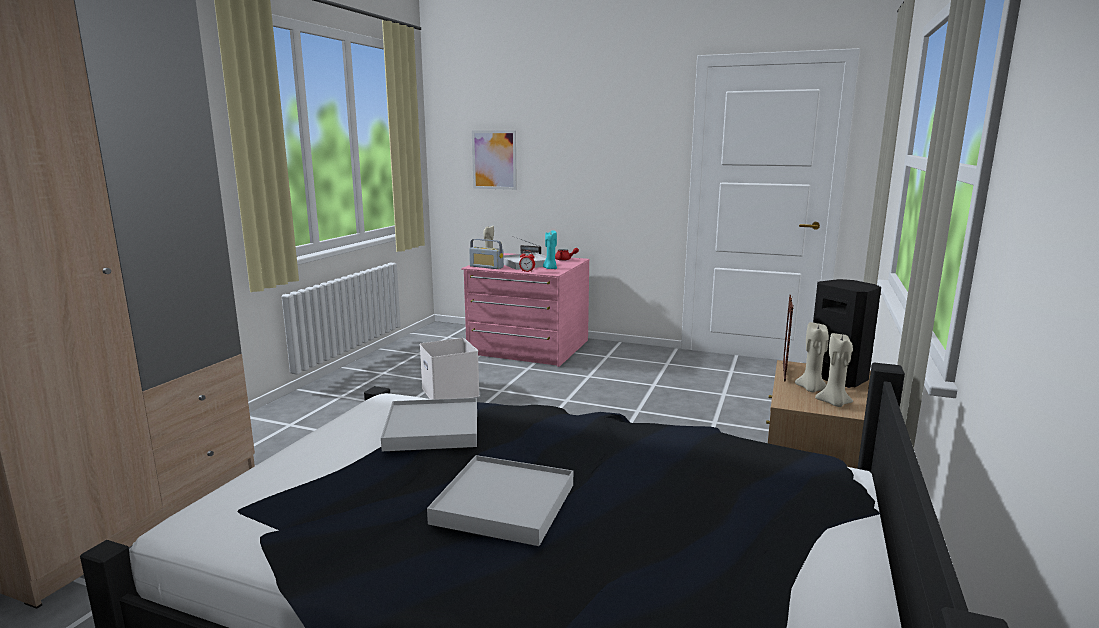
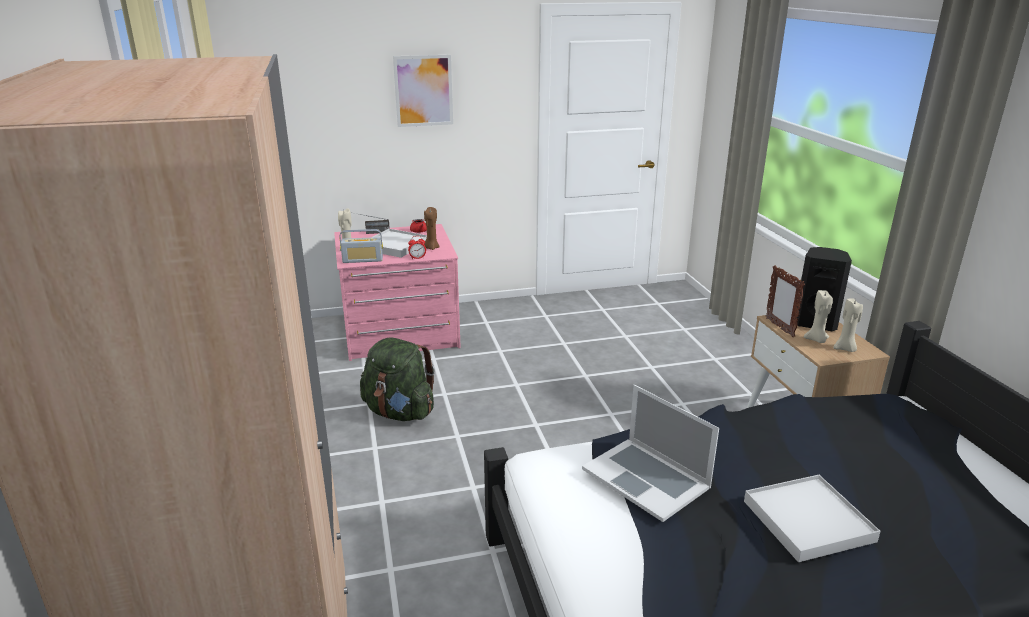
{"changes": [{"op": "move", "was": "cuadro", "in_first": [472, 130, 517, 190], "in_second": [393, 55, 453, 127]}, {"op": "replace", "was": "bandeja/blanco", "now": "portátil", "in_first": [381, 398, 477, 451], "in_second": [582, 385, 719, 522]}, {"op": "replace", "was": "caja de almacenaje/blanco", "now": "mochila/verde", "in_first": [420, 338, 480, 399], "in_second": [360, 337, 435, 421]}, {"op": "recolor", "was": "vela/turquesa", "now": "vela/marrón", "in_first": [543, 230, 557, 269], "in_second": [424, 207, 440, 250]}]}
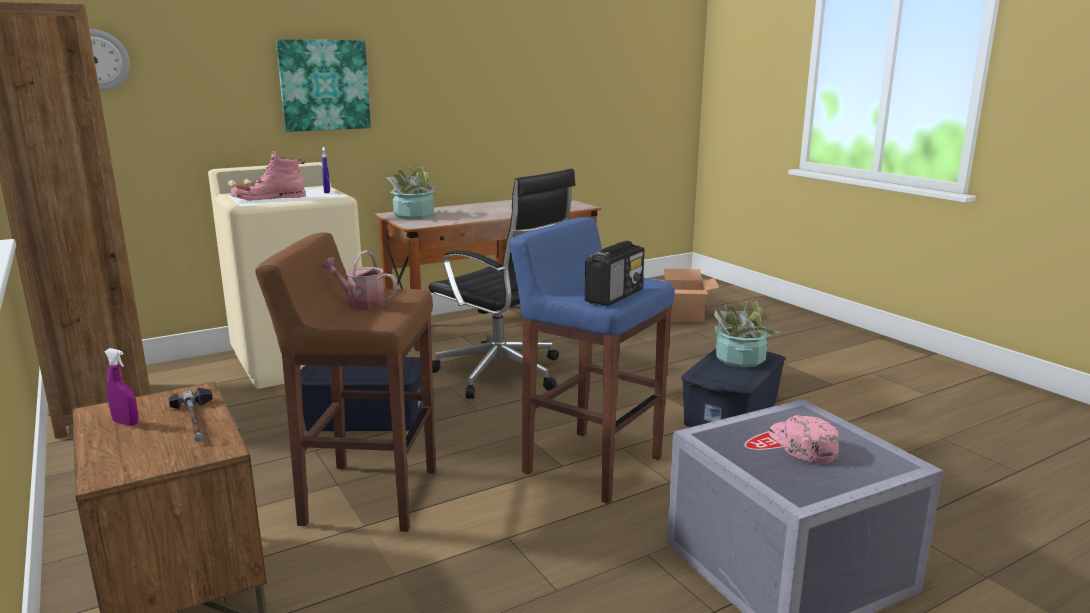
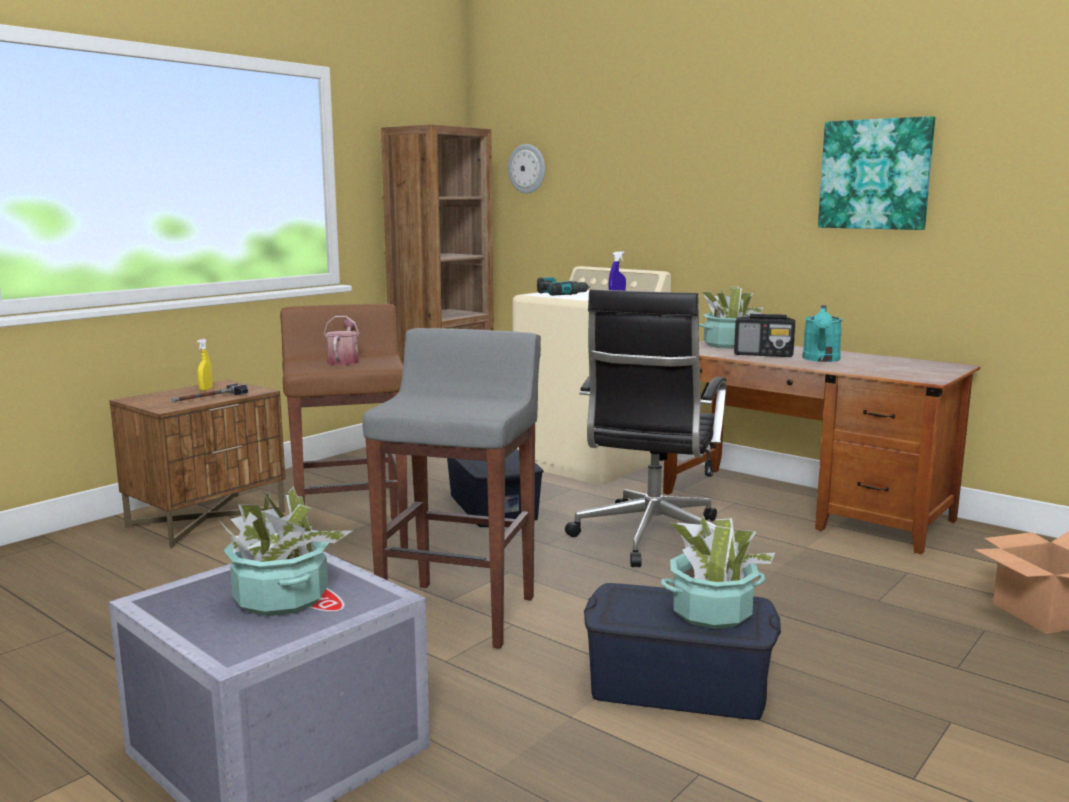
{"changes": [{"op": "insert", "now": "regadera/turquesa", "in_second": [802, 305, 842, 362]}, {"op": "move", "was": "cuadro", "in_first": [276, 39, 371, 132], "in_second": [818, 116, 935, 230]}, {"op": "move", "was": "radio", "in_first": [585, 241, 644, 306], "in_second": [734, 314, 795, 357]}, {"op": "replace", "was": "bota/rosa", "now": "taladro", "in_first": [230, 151, 306, 201], "in_second": [537, 277, 591, 296]}, {"op": "replace", "was": "gorra/rosa", "now": "planta en maceta", "in_first": [768, 415, 839, 463], "in_second": [220, 487, 354, 616]}, {"op": "recolor", "was": "pulverizador/morado", "now": "pulverizador/amarillo", "in_first": [105, 348, 138, 426], "in_second": [197, 339, 213, 391]}, {"op": "recolor", "was": "taburete/azul", "now": "taburete/gris", "in_first": [509, 217, 675, 504], "in_second": [362, 328, 541, 649]}]}
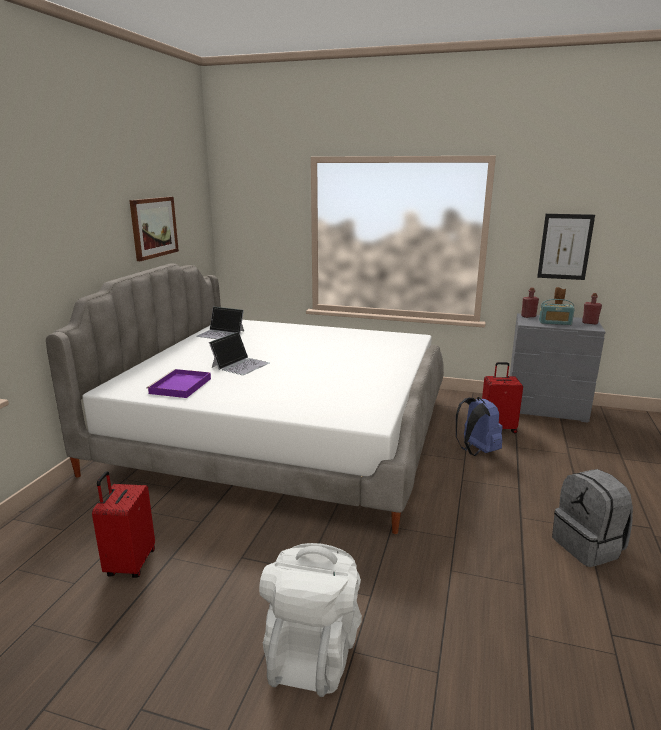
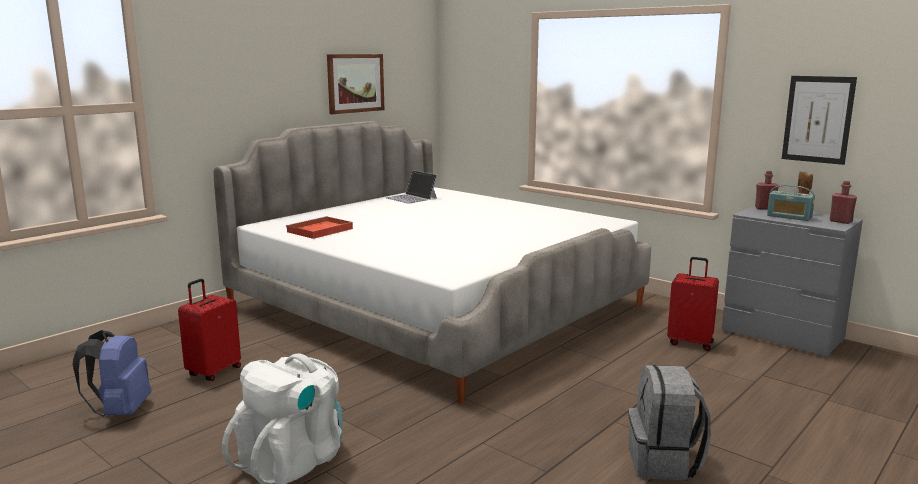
{"changes": [{"op": "delete", "was": "portátil", "in_first": [209, 332, 269, 375]}, {"op": "move", "was": "mochila/azul", "in_first": [456, 397, 503, 456], "in_second": [73, 330, 152, 417]}, {"op": "recolor", "was": "bandeja/morado", "now": "bandeja/rojo", "in_first": [146, 369, 211, 398], "in_second": [286, 216, 353, 239]}]}
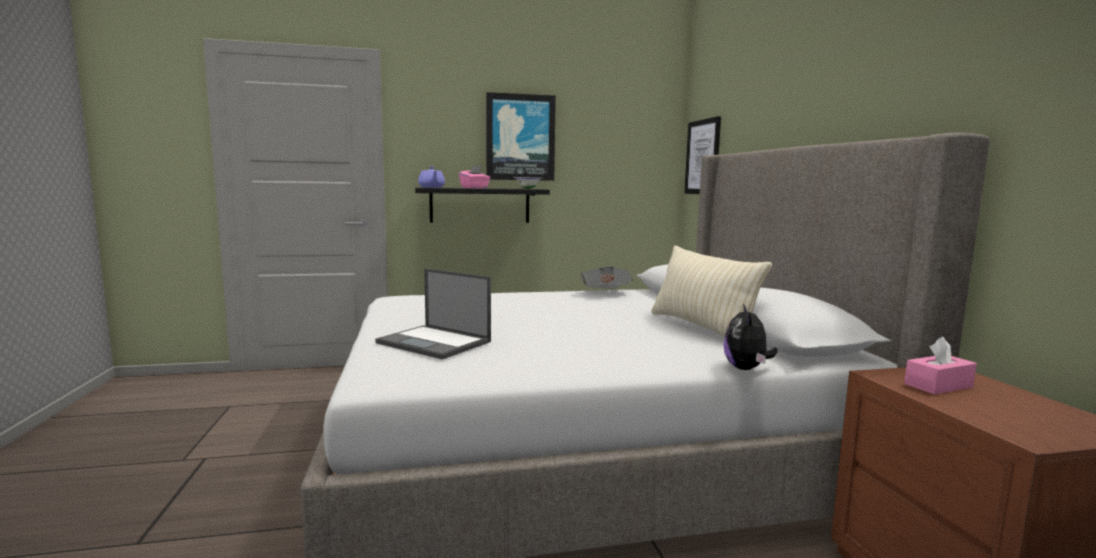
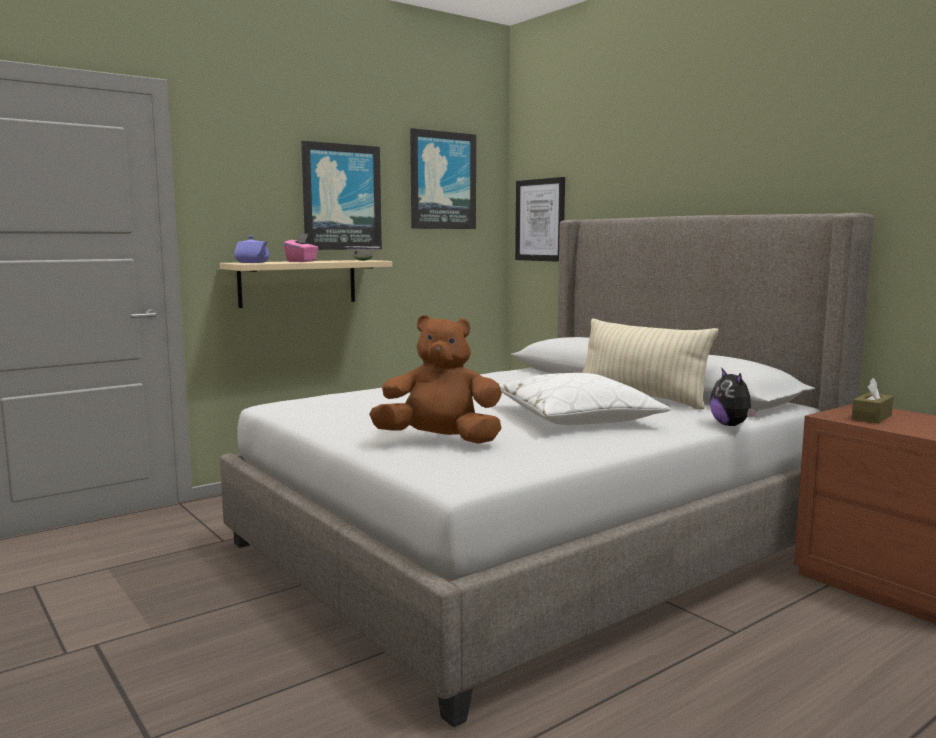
{"changes": [{"op": "delete", "was": "periódico", "in_first": [580, 267, 633, 289]}, {"op": "insert", "now": "cuadro", "in_second": [410, 128, 476, 229]}, {"op": "insert", "now": "cojín/blanco", "in_second": [499, 373, 671, 425]}, {"op": "replace", "was": "portátil", "now": "peluche/marrón", "in_first": [375, 268, 491, 360], "in_second": [369, 315, 502, 444]}, {"op": "recolor", "was": "estante/negro", "now": "estante/beis", "in_first": [415, 187, 550, 223], "in_second": [220, 260, 392, 308]}, {"op": "recolor", "was": "caja de pañuelos/rosa", "now": "caja de pañuelos/marrón", "in_first": [904, 337, 977, 395], "in_second": [851, 378, 894, 423]}]}
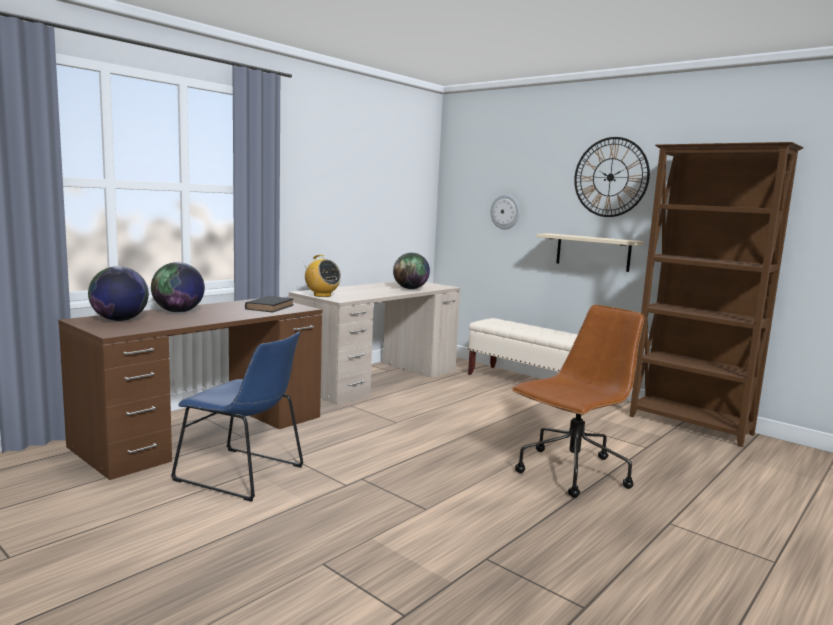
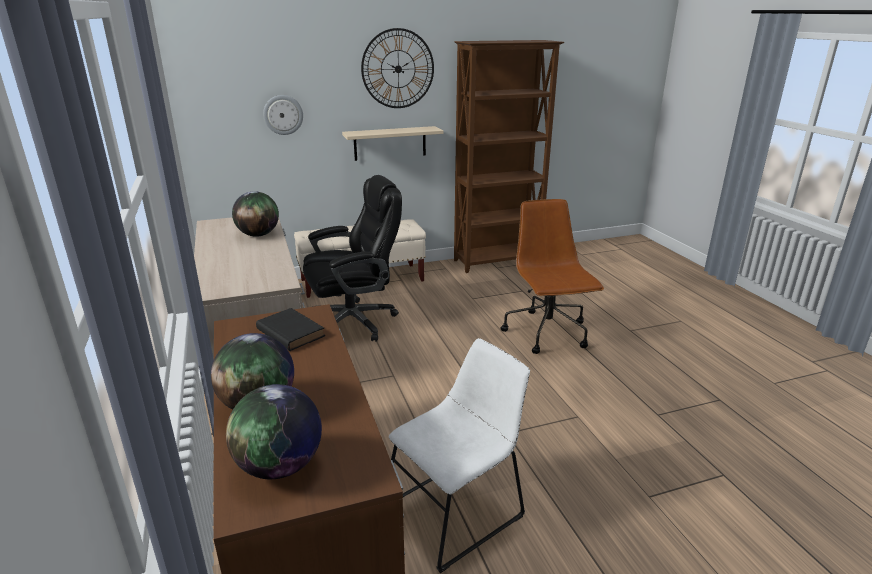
{"changes": [{"op": "delete", "was": "radio", "in_first": [303, 255, 341, 297]}, {"op": "insert", "now": "silla de oficina/negro", "in_second": [303, 175, 402, 342]}, {"op": "recolor", "was": "silla/azul", "now": "silla/blanco", "in_first": [171, 332, 304, 502], "in_second": [389, 338, 530, 573]}]}
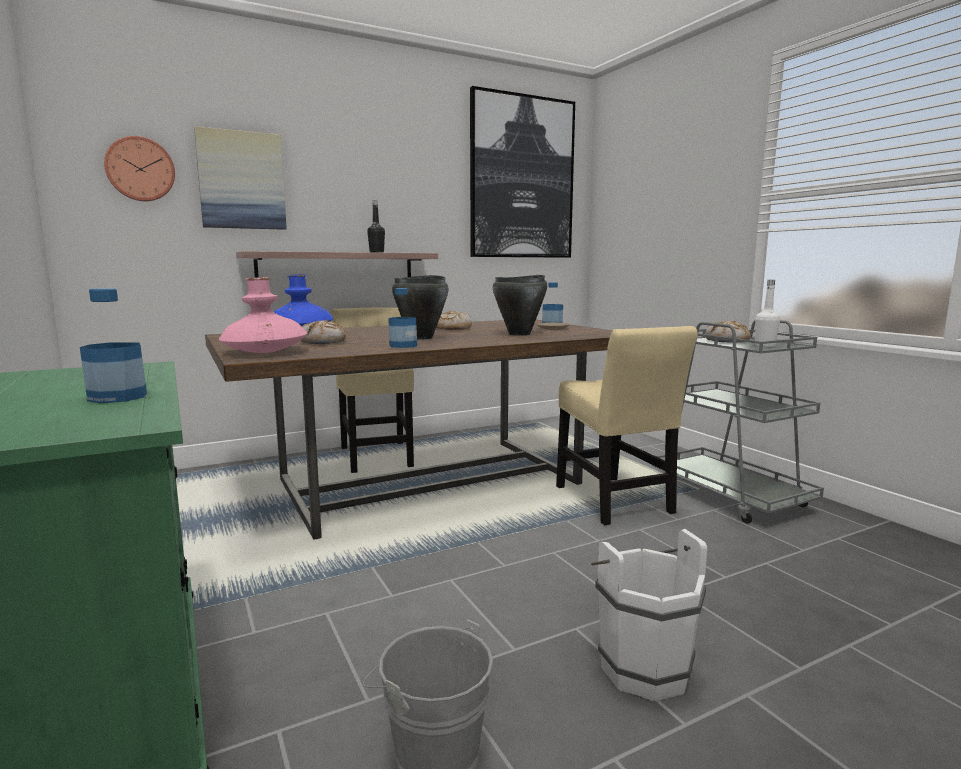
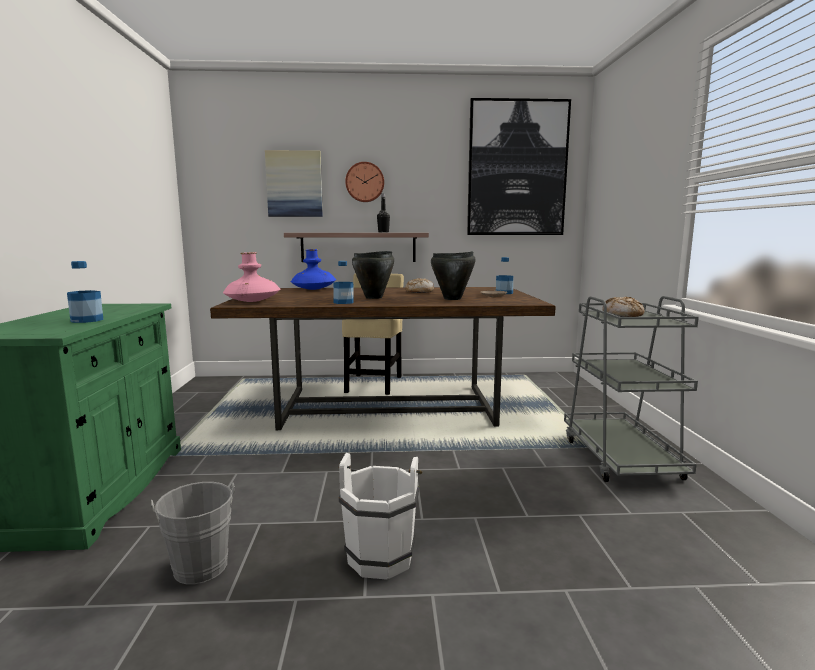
{"changes": [{"op": "delete", "was": "pan", "in_first": [301, 320, 346, 344]}, {"op": "delete", "was": "silla/beis", "in_first": [556, 326, 698, 525]}, {"op": "delete", "was": "botella/blanco", "in_first": [755, 280, 780, 347]}, {"op": "move", "was": "reloj de pared", "in_first": [104, 136, 175, 201], "in_second": [345, 162, 384, 202]}]}
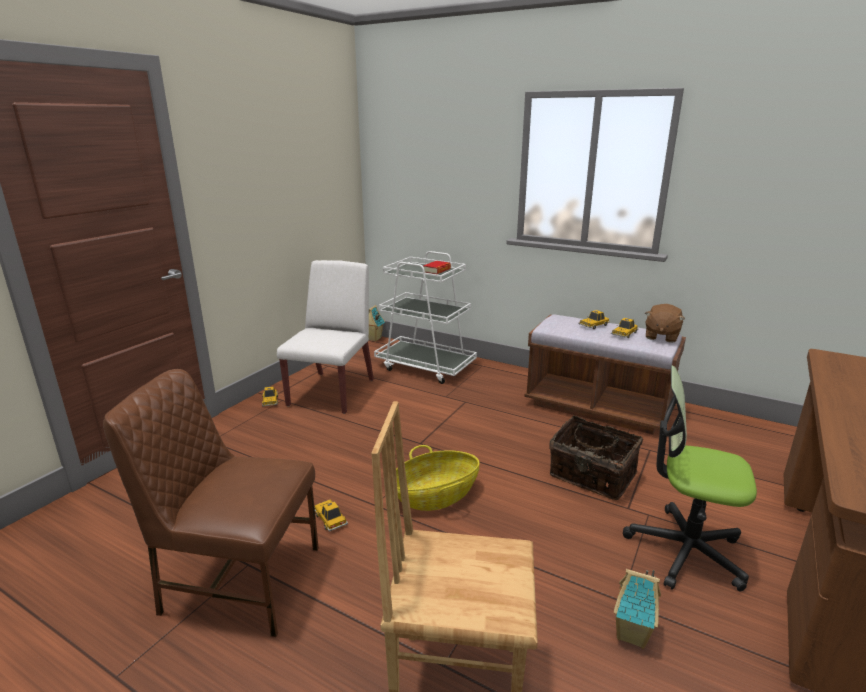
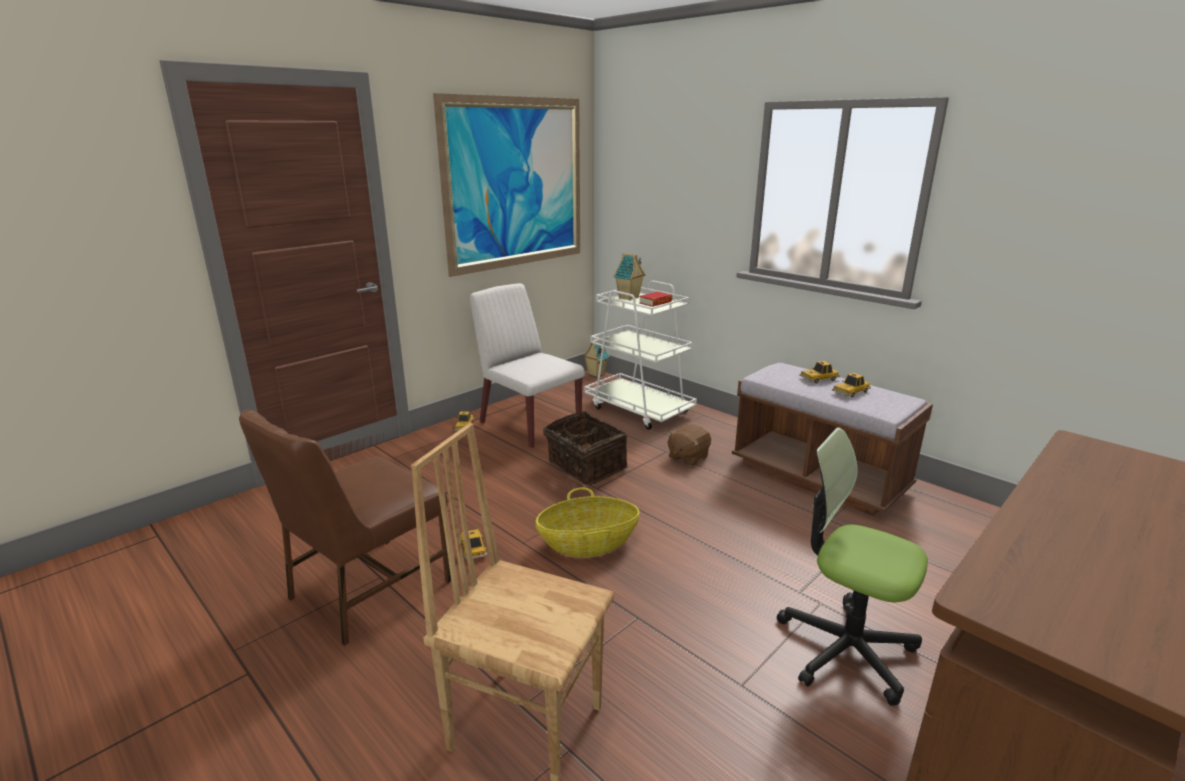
{"changes": [{"op": "insert", "now": "cuadro", "in_second": [433, 93, 580, 277]}, {"op": "move", "was": "cesta", "in_first": [549, 415, 643, 500], "in_second": [543, 411, 628, 486]}, {"op": "move", "was": "casita", "in_first": [614, 569, 661, 649], "in_second": [613, 253, 645, 301]}, {"op": "move", "was": "peluche/marrón", "in_first": [645, 304, 685, 343], "in_second": [667, 424, 711, 466]}, {"op": "rotate", "was": "silla/marrón", "in_first": [103, 369, 319, 637], "in_second": [239, 410, 451, 646], "clockwise": -75}, {"op": "rotate", "was": "silla/blanco", "in_first": [277, 260, 374, 414], "in_second": [470, 283, 585, 448], "clockwise": -75}]}
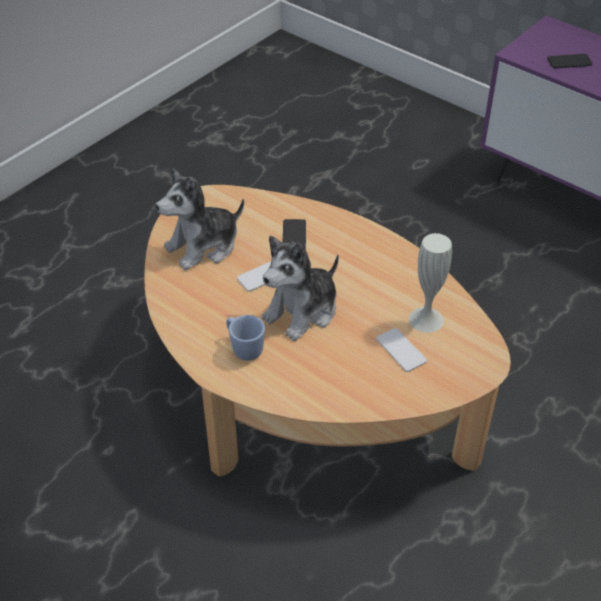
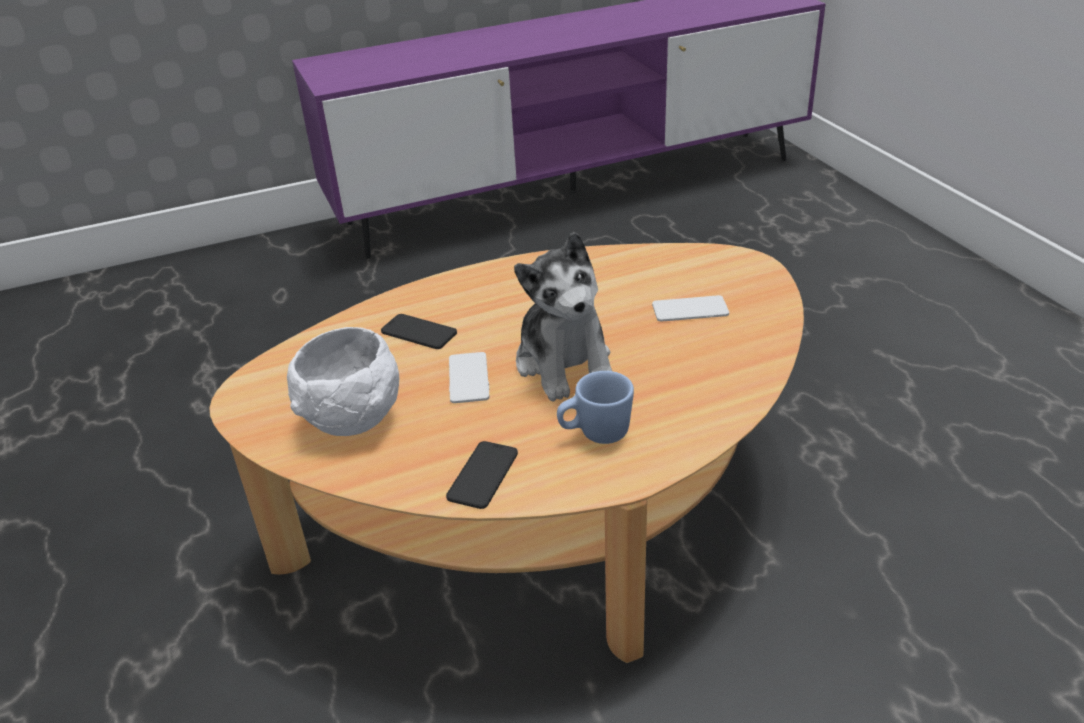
{"changes": [{"op": "delete", "was": "florero/blanco", "in_first": [409, 233, 452, 333]}, {"op": "move", "was": "móvil", "in_first": [547, 54, 592, 68], "in_second": [446, 441, 518, 509]}, {"op": "replace", "was": "peluche", "now": "cuenco/blanco", "in_first": [156, 168, 244, 271], "in_second": [287, 327, 399, 436]}]}
